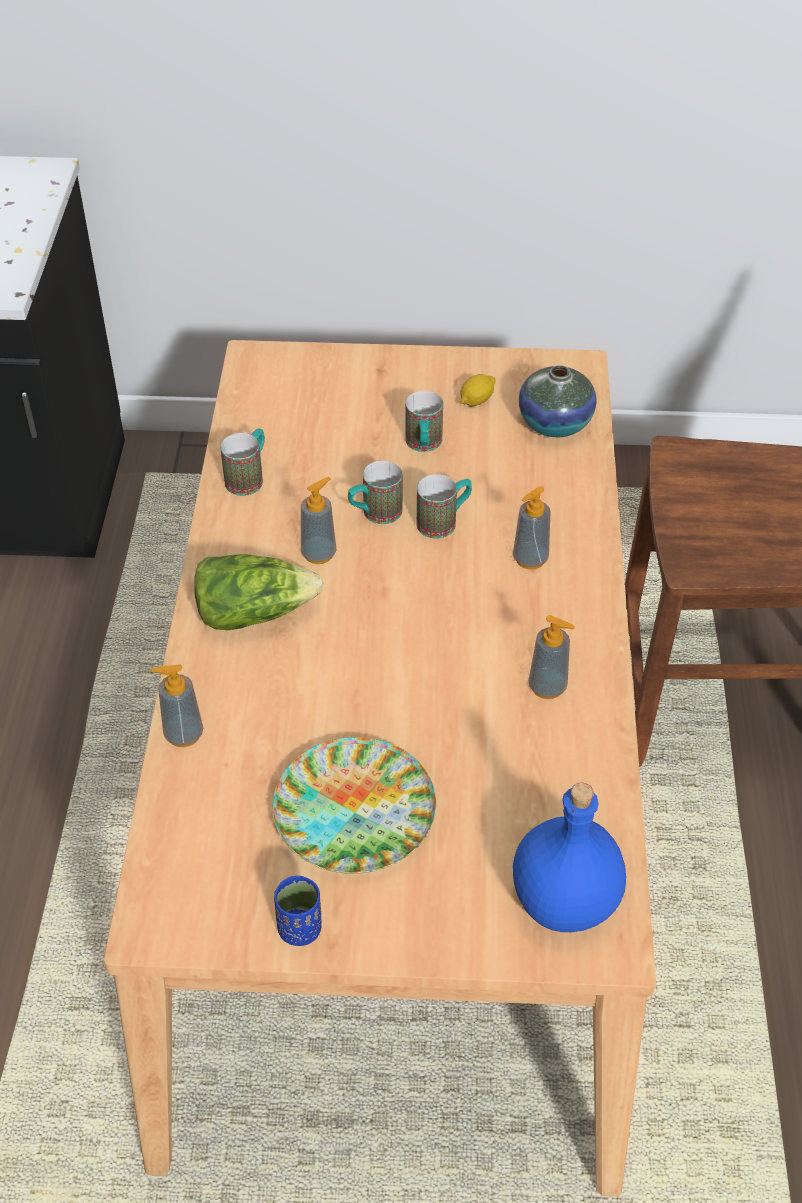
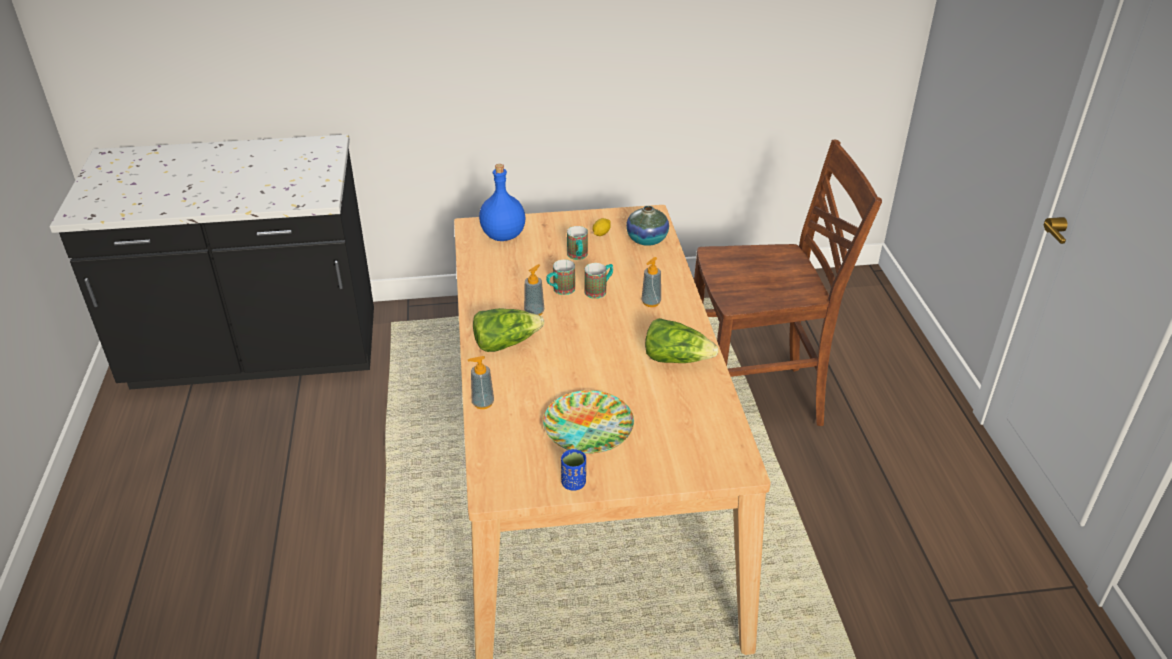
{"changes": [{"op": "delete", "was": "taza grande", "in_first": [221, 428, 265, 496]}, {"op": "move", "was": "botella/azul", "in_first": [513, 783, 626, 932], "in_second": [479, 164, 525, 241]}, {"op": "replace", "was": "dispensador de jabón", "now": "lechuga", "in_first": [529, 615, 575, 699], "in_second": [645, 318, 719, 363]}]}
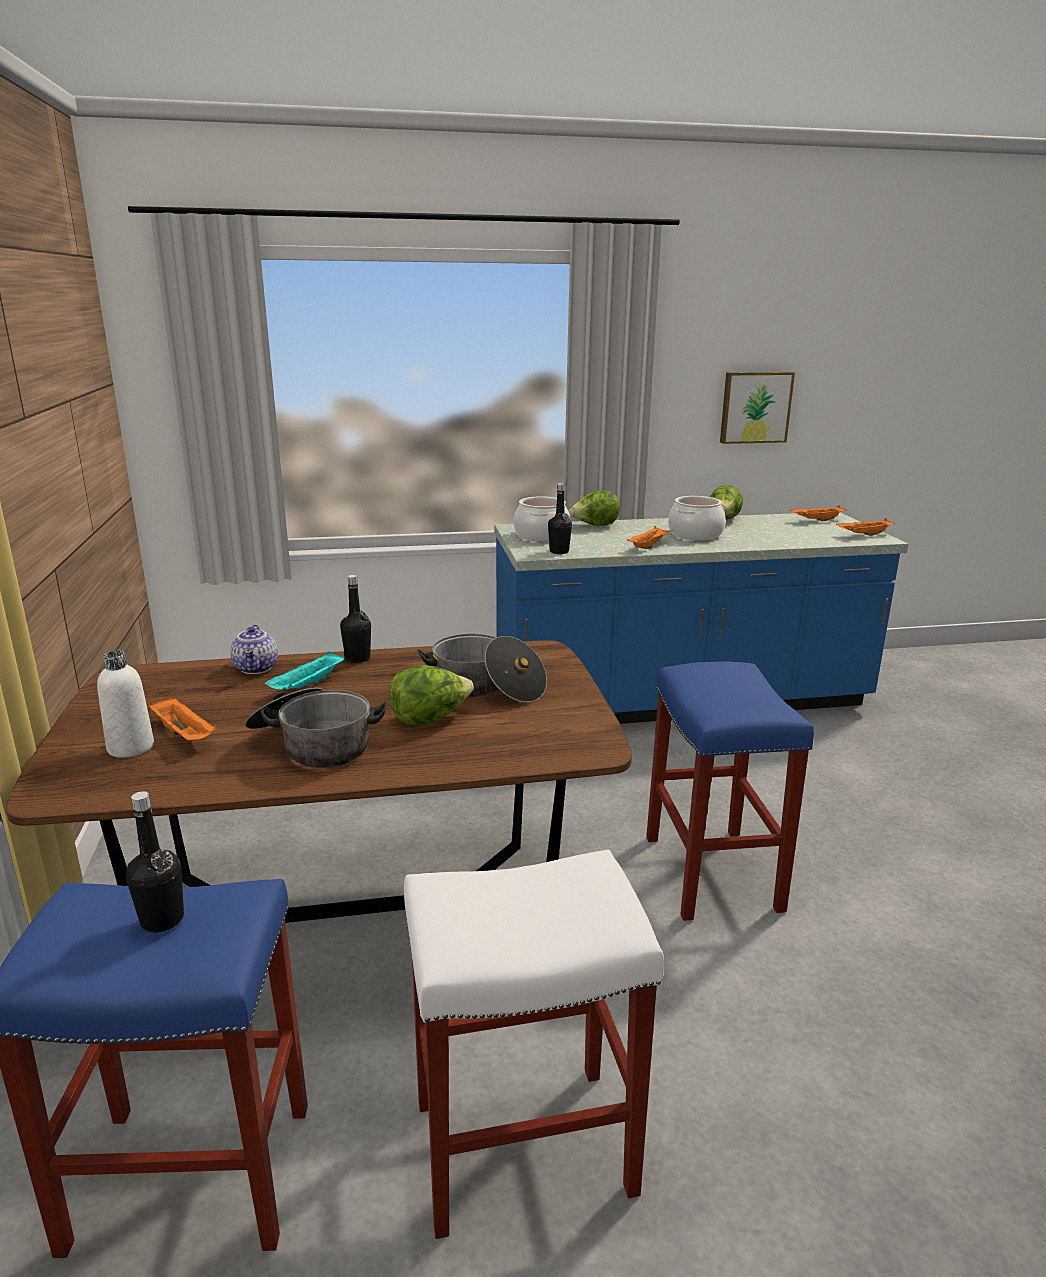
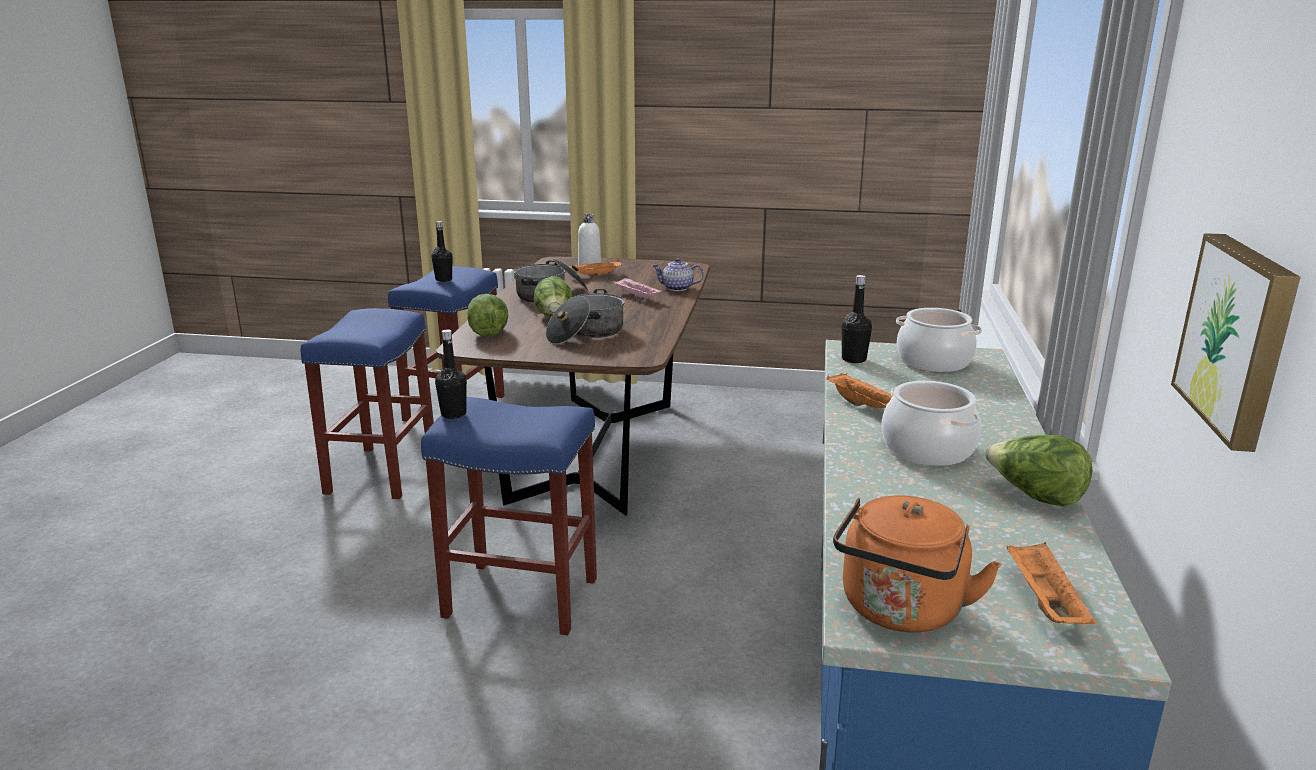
{"changes": [{"op": "move", "was": "botella/negro", "in_first": [340, 575, 371, 663], "in_second": [435, 329, 467, 419]}, {"op": "move", "was": "lechuga", "in_first": [569, 490, 620, 526], "in_second": [467, 294, 508, 337]}, {"op": "replace", "was": "bandeja/naranja", "now": "hervidor/naranja", "in_first": [836, 519, 895, 536], "in_second": [833, 495, 1001, 633]}, {"op": "recolor", "was": "bandeja/turquesa", "now": "bandeja/rosa", "in_first": [265, 651, 344, 690], "in_second": [612, 277, 662, 299]}, {"op": "recolor", "was": "taburete/blanco", "now": "taburete/azul", "in_first": [404, 849, 664, 1239], "in_second": [301, 308, 434, 499]}]}
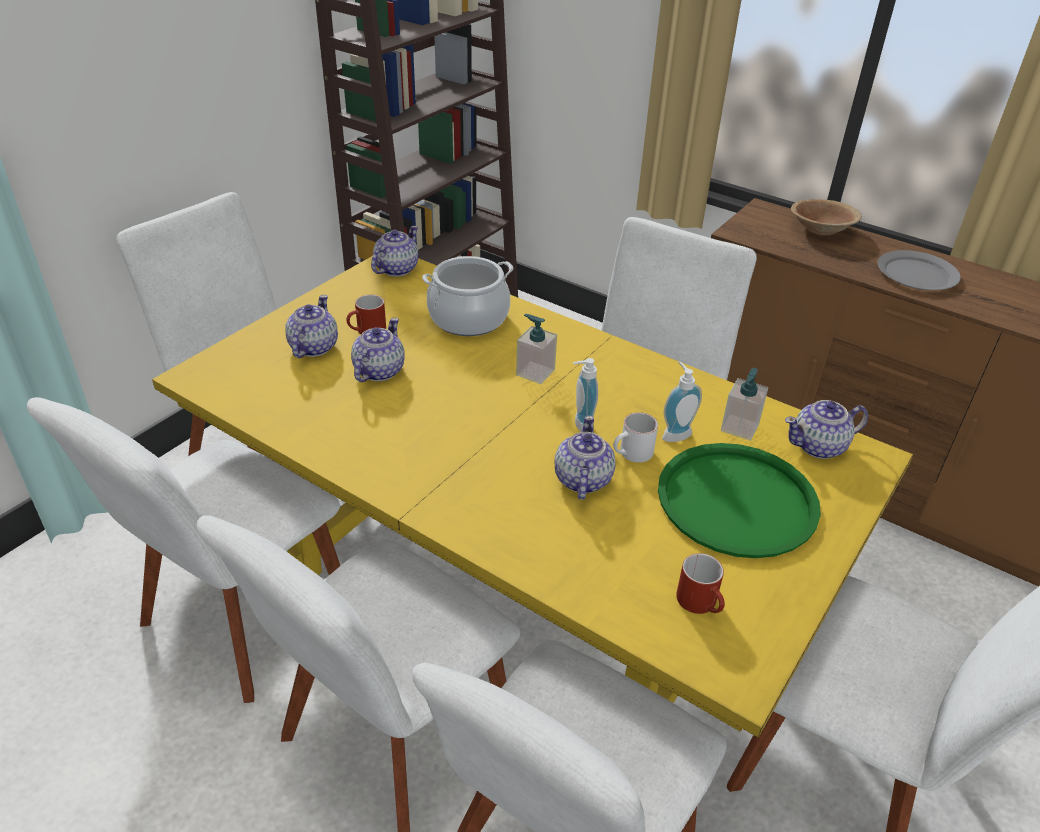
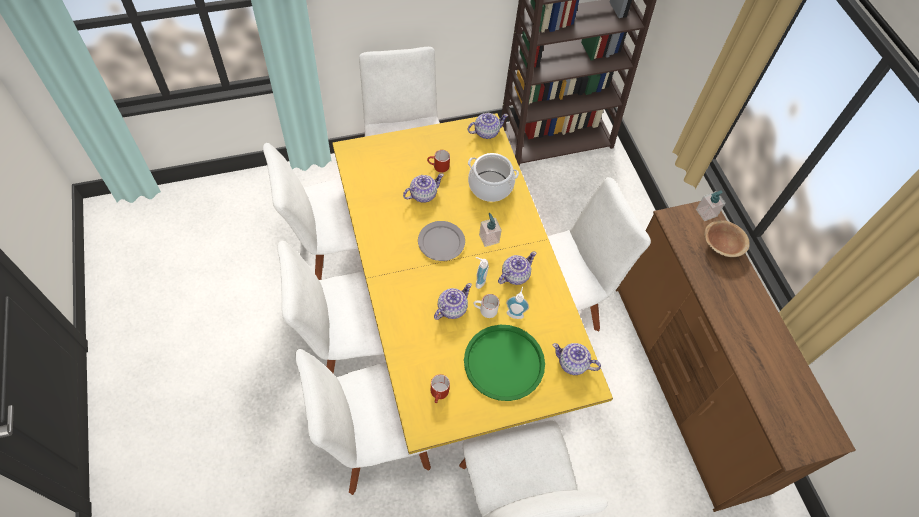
{"changes": [{"op": "move", "was": "tetera", "in_first": [285, 295, 338, 358], "in_second": [498, 251, 536, 285]}, {"op": "move", "was": "dispensador de jabón", "in_first": [721, 368, 768, 441], "in_second": [696, 190, 726, 221]}, {"op": "move", "was": "plato/gris", "in_first": [878, 250, 961, 290], "in_second": [418, 221, 465, 261]}]}
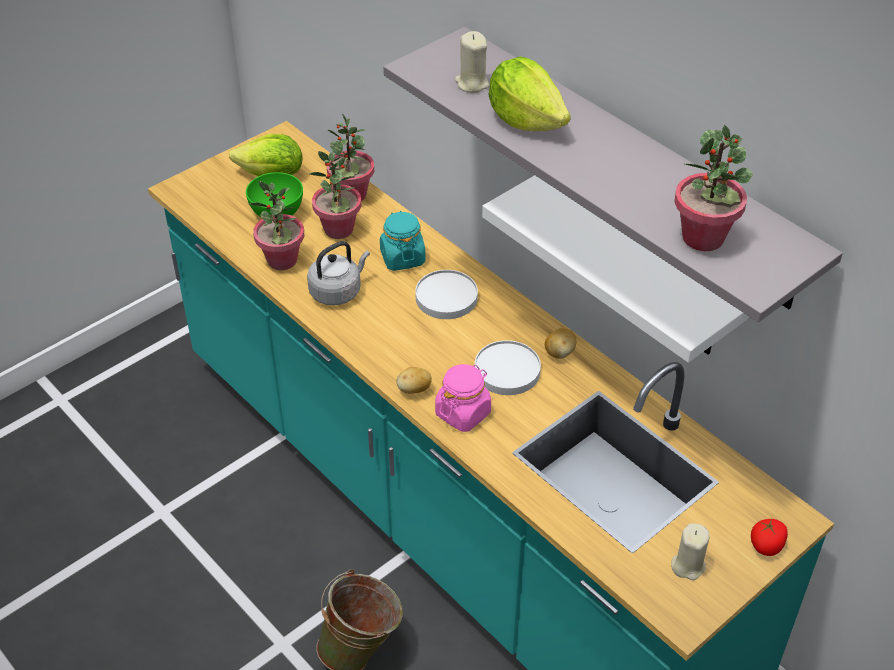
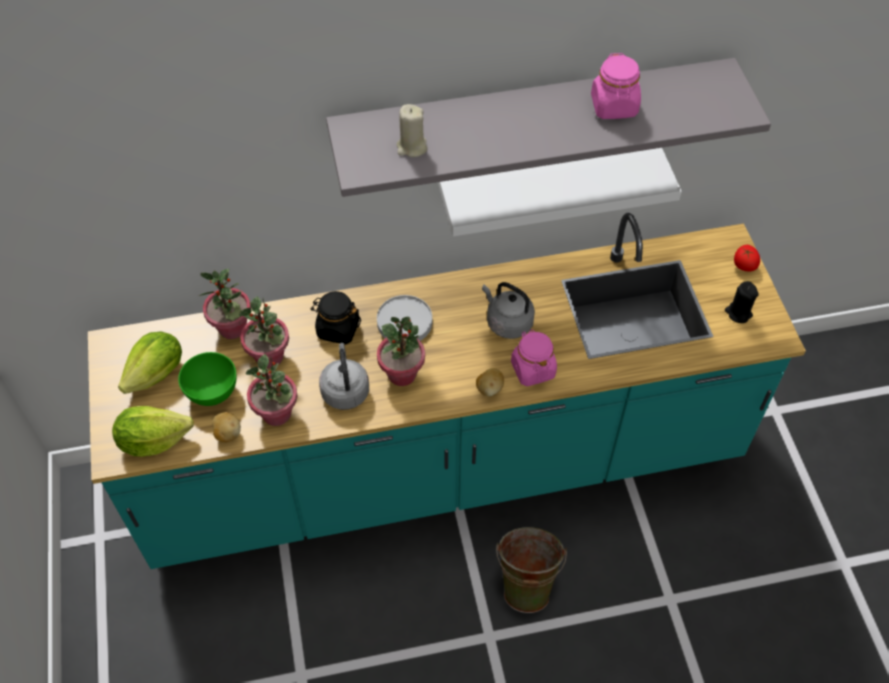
{"changes": [{"op": "insert", "now": "tarro/rosa", "in_second": [591, 53, 641, 119]}, {"op": "move", "was": "lechuga", "in_first": [488, 56, 571, 131], "in_second": [112, 406, 194, 457]}, {"op": "move", "was": "patata", "in_first": [545, 328, 576, 359], "in_second": [212, 412, 241, 442]}, {"op": "move", "was": "planta en maceta", "in_first": [674, 125, 753, 251], "in_second": [377, 317, 425, 386]}, {"op": "replace", "was": "plato/blanco", "now": "hervidor/gris", "in_first": [475, 340, 541, 395], "in_second": [482, 282, 535, 339]}, {"op": "recolor", "was": "tarro/turquesa", "now": "tarro/negro", "in_first": [380, 211, 426, 271], "in_second": [311, 291, 361, 344]}, {"op": "recolor", "was": "vela/beis", "now": "vela/negro", "in_first": [671, 523, 709, 580], "in_second": [725, 281, 759, 323]}]}
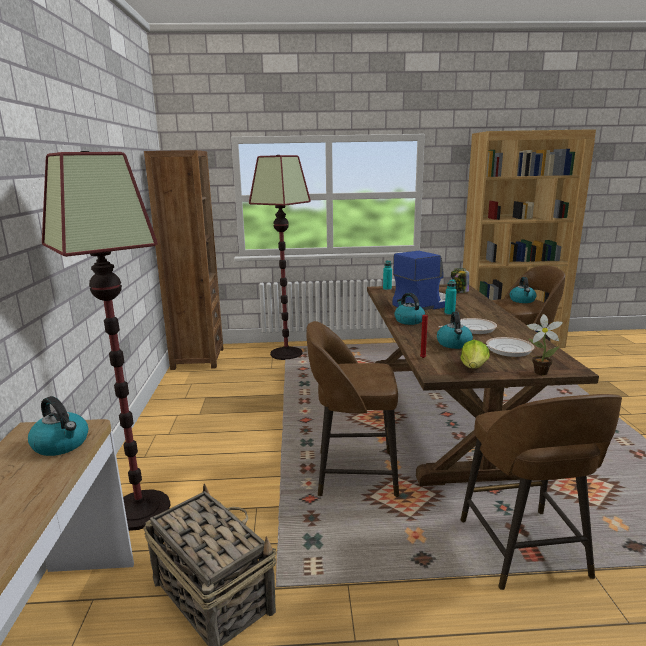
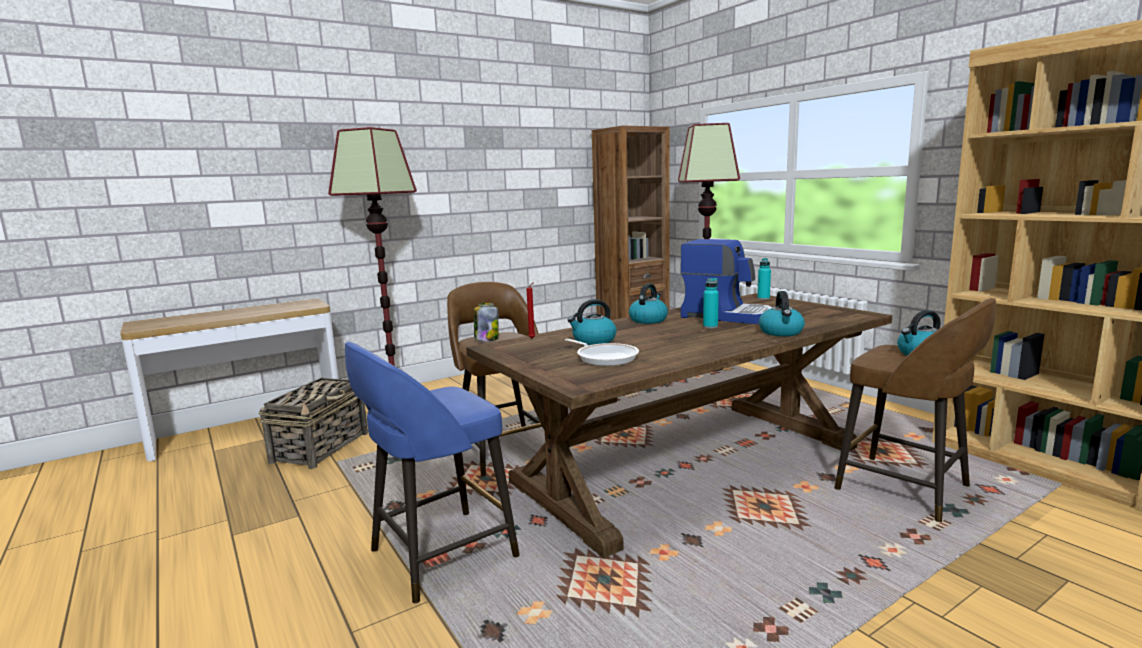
{"changes": [{"op": "delete", "was": "sartén", "in_first": [438, 318, 497, 334]}, {"op": "delete", "was": "lechuga", "in_first": [461, 340, 490, 369]}, {"op": "delete", "was": "planta en maceta", "in_first": [527, 314, 563, 375]}, {"op": "move", "was": "hervidor", "in_first": [28, 396, 88, 456], "in_second": [759, 291, 805, 336]}, {"op": "move", "was": "tarro", "in_first": [451, 268, 469, 293], "in_second": [474, 303, 499, 341]}, {"op": "recolor", "was": "taburete/marrón", "now": "taburete/azul", "in_first": [461, 394, 622, 590], "in_second": [345, 342, 520, 604]}]}
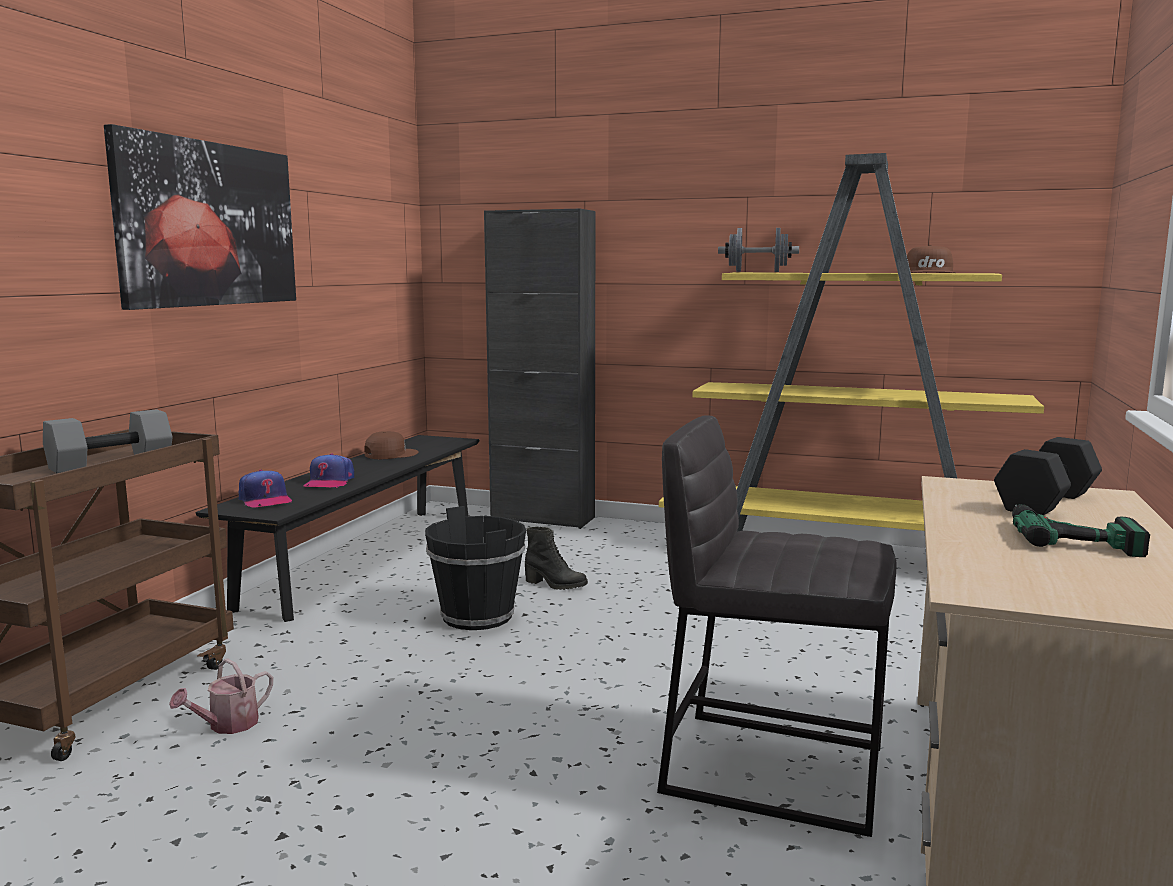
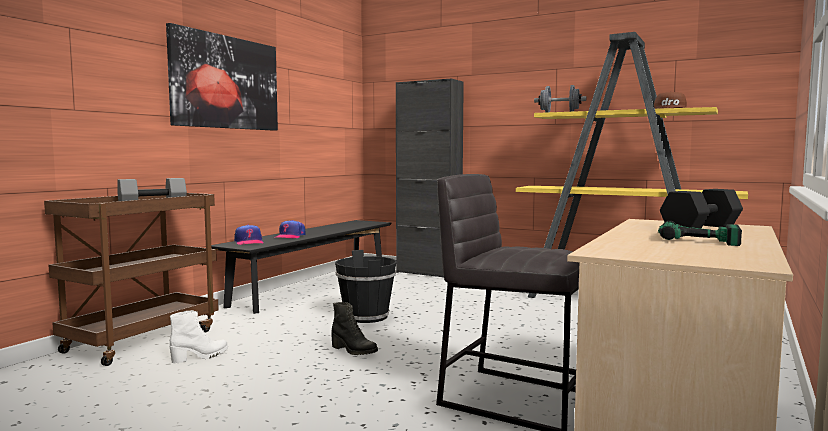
{"changes": [{"op": "delete", "was": "gorra/marrón", "in_first": [364, 431, 419, 459]}, {"op": "move", "was": "bota/negro", "in_first": [525, 527, 588, 590], "in_second": [331, 302, 378, 355]}, {"op": "replace", "was": "regadera", "now": "bota/blanco", "in_first": [169, 658, 273, 734], "in_second": [169, 310, 228, 363]}]}
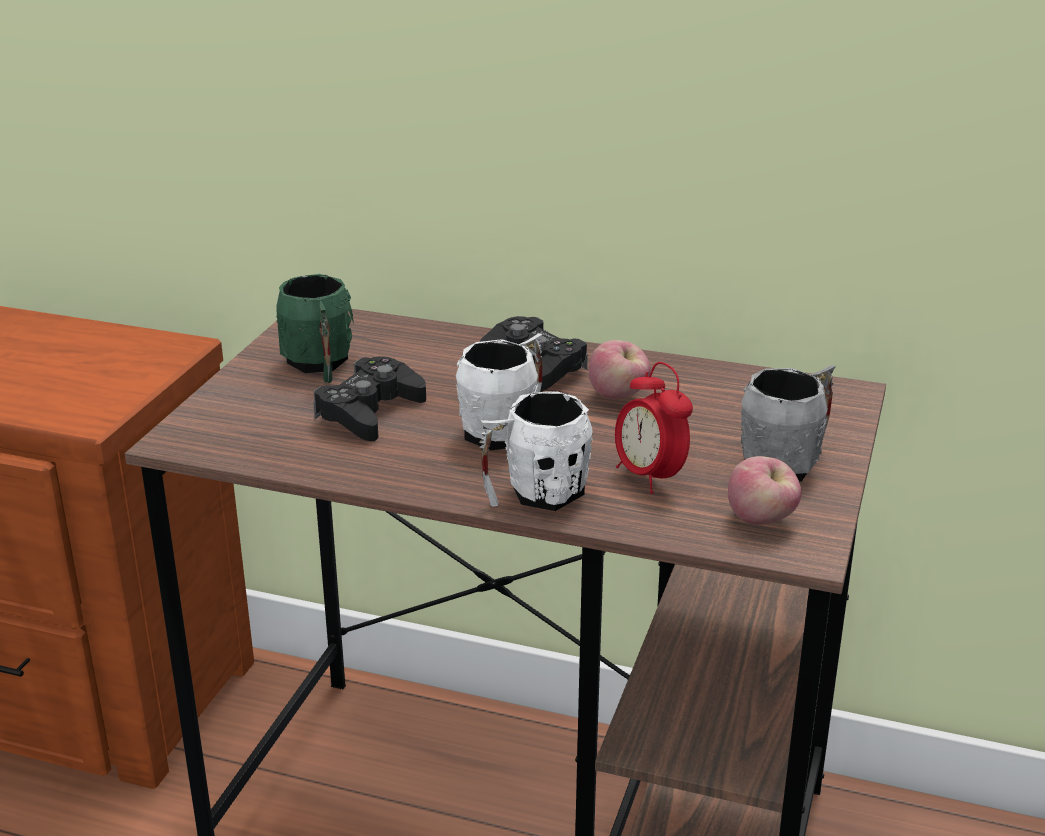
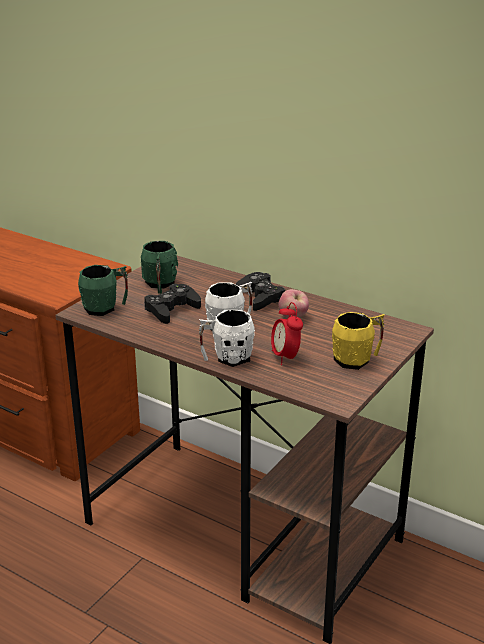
{"changes": [{"op": "delete", "was": "manzana", "in_first": [728, 456, 801, 525]}, {"op": "insert", "now": "taza grande/verde", "in_second": [78, 265, 128, 316]}, {"op": "recolor", "was": "taza grande/gris", "now": "taza grande/amarillo", "in_first": [741, 365, 836, 481], "in_second": [332, 312, 385, 370]}]}
